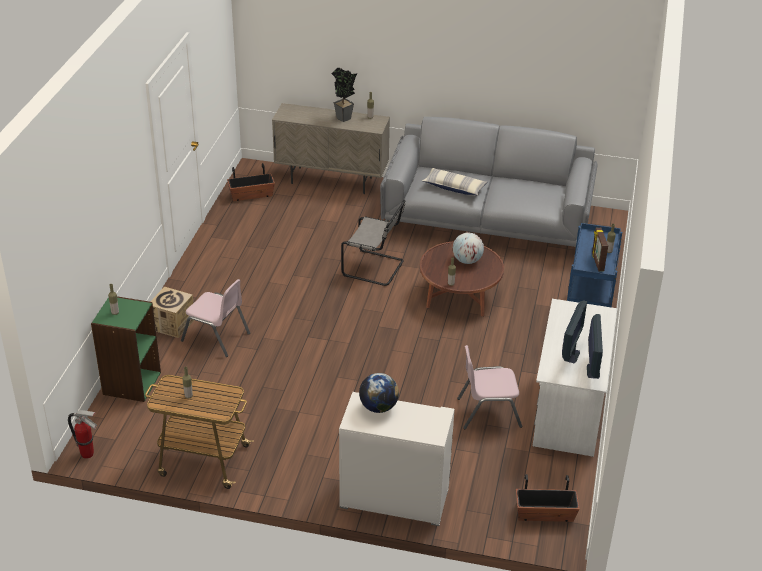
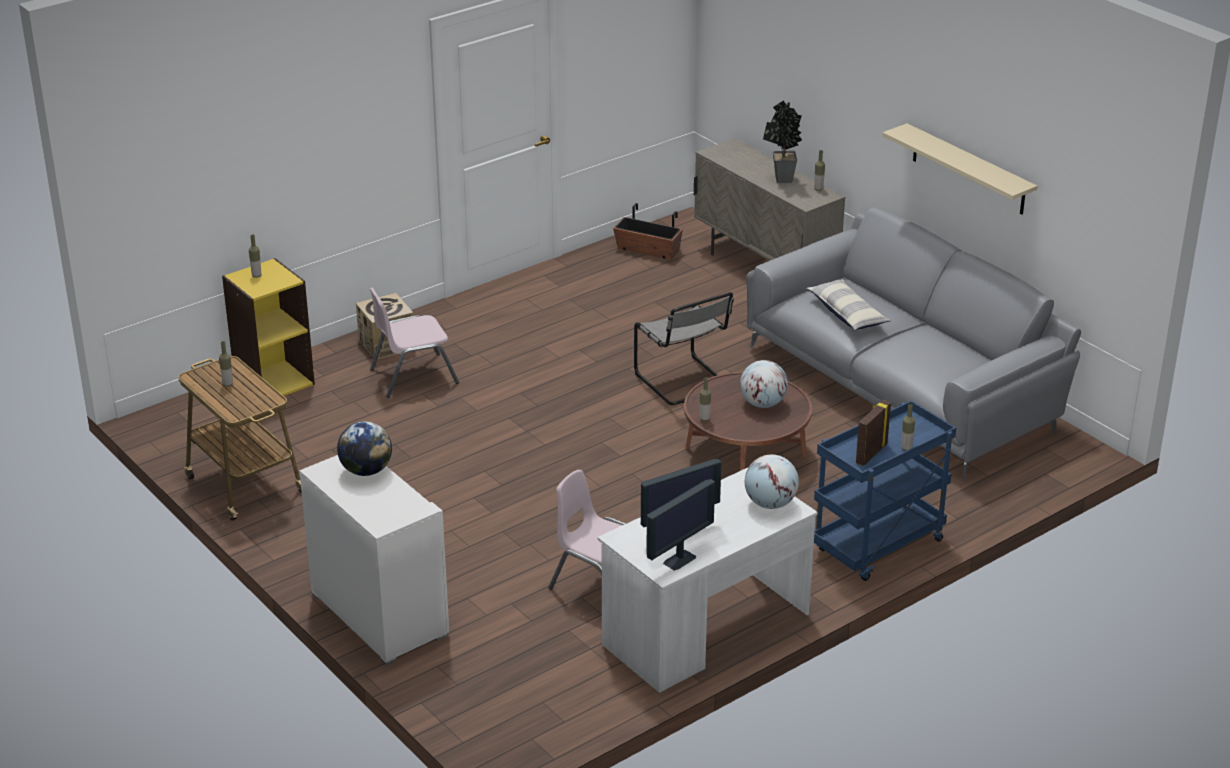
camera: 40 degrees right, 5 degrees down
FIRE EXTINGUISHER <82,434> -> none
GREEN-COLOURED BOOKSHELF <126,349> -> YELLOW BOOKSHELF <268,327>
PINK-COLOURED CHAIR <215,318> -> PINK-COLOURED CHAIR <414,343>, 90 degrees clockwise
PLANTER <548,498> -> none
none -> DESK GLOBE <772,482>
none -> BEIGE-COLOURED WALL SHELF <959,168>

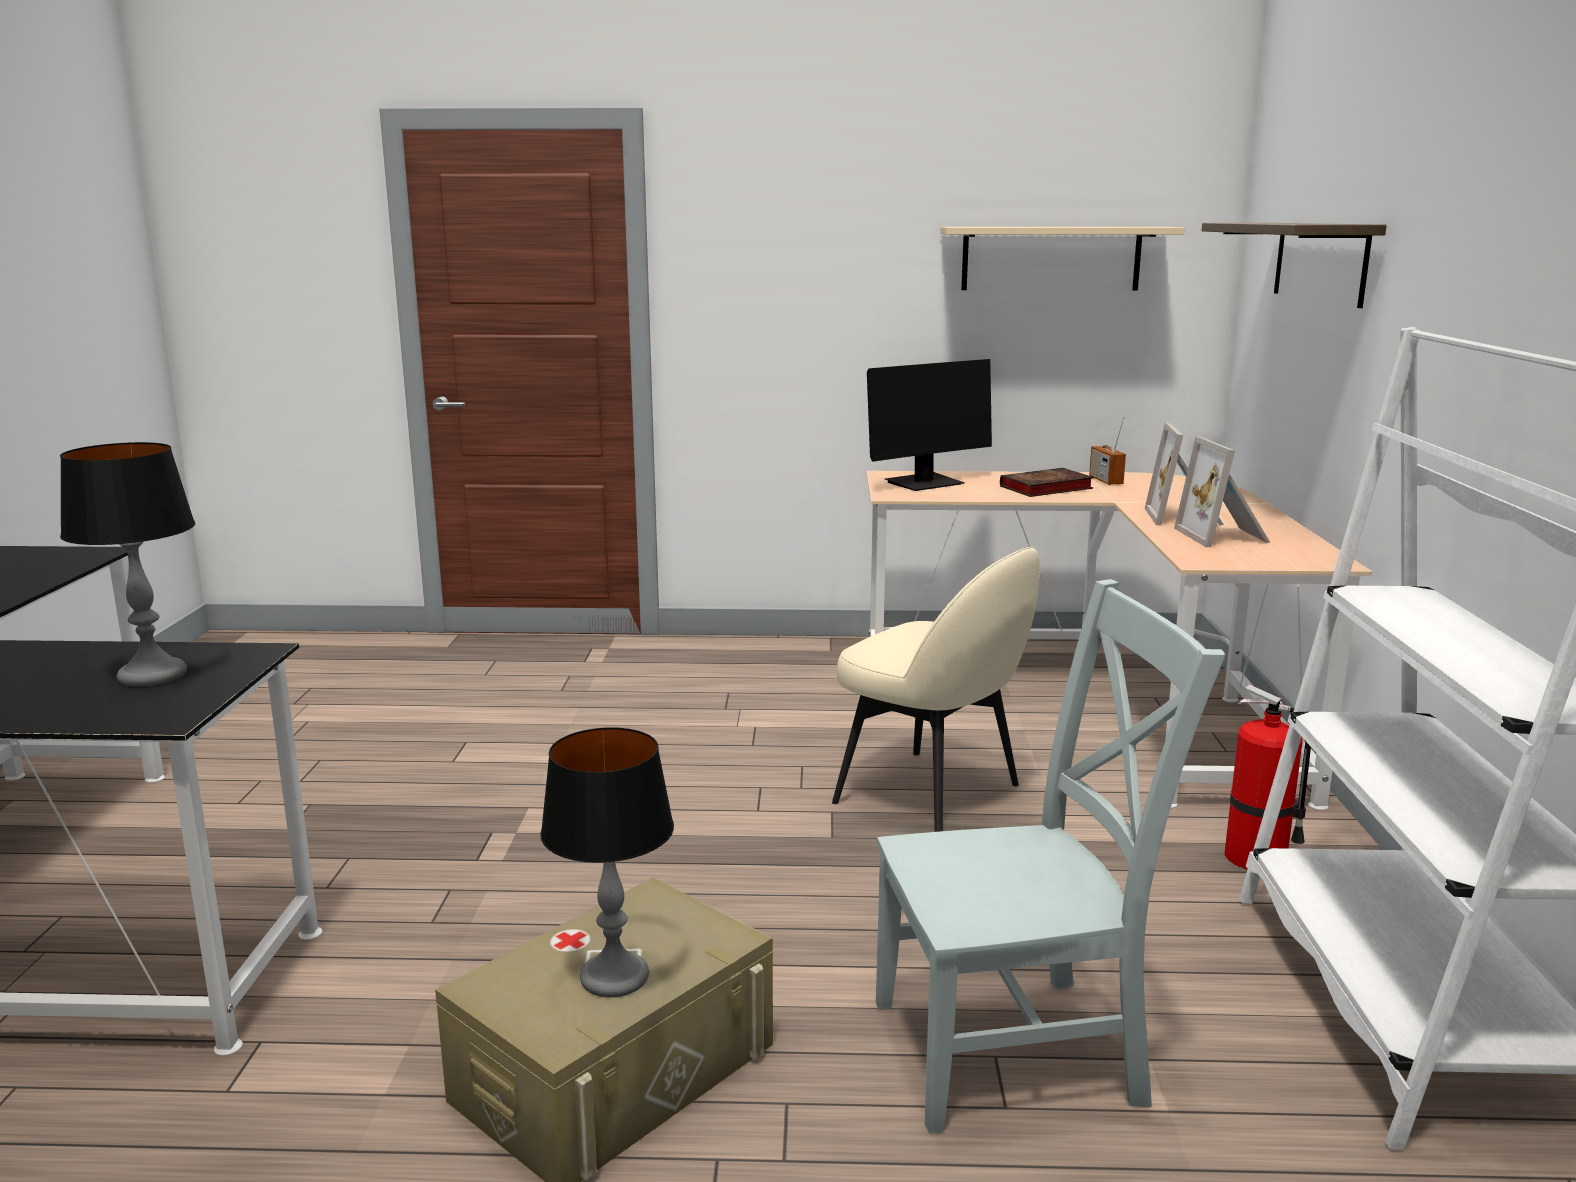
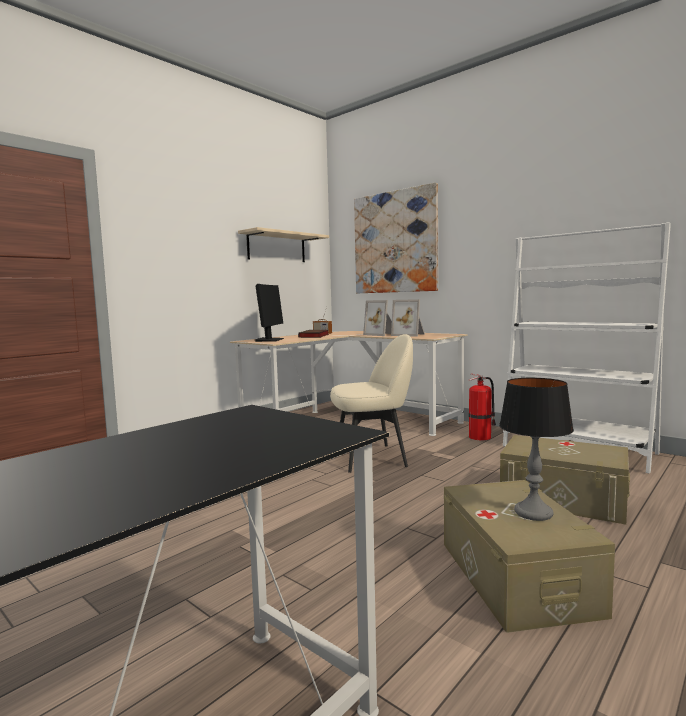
camera: 50 degrees left, 10 degrees down
LAMP FOR A TABLE <127,564> -> none
GRAY CHAIR <1051,856> -> BEIGE-COLOURED STORAGE BIN <565,480>
WALL SHELF <1294,265> -> WALL ART <396,238>

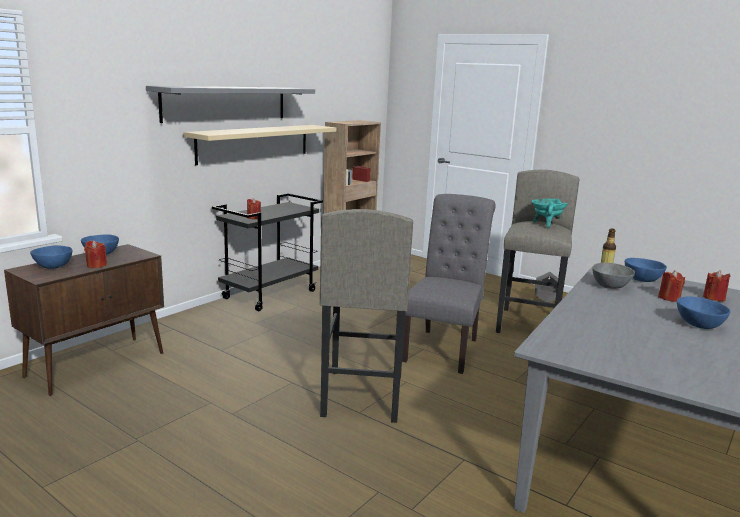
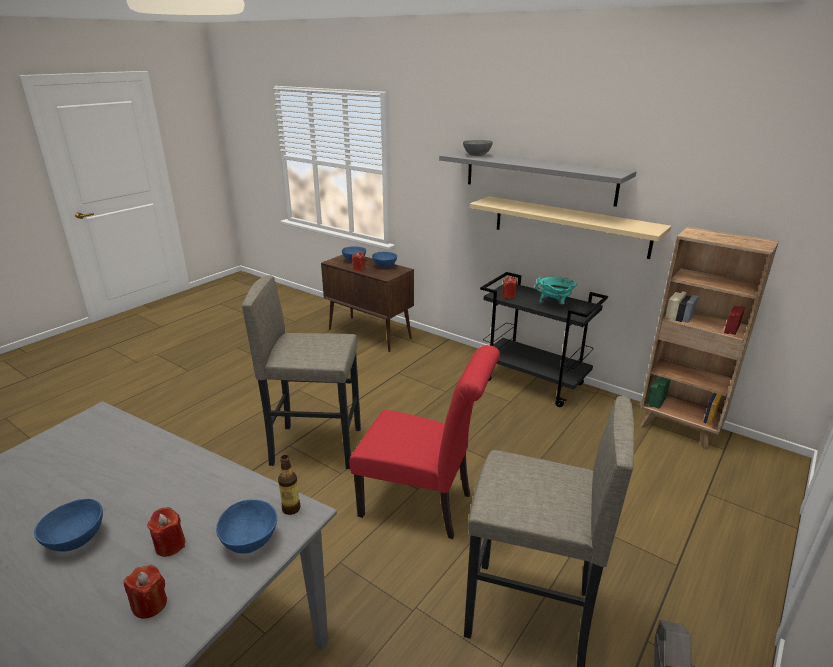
camera: 90 degrees right, 10 degrees up
GRAY CHAIR <448,284> -> RED CHAIR <424,442>
TURQUOISE STOCKPOT <550,214> -> TURQUOISE STOCKPOT <556,290>, move
GRAY SERVING BOWL <613,276> -> GRAY SERVING BOWL <478,148>, move

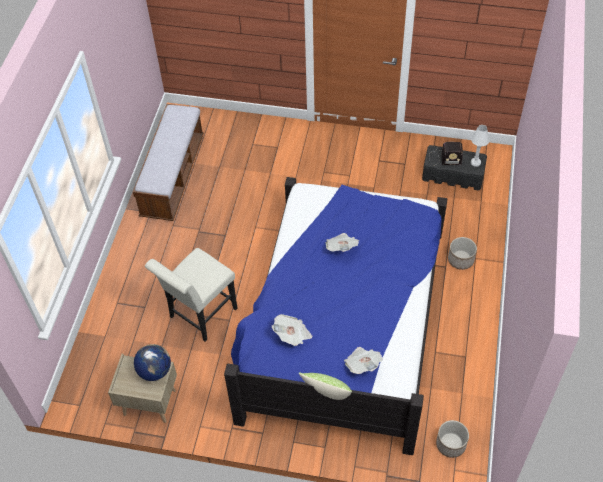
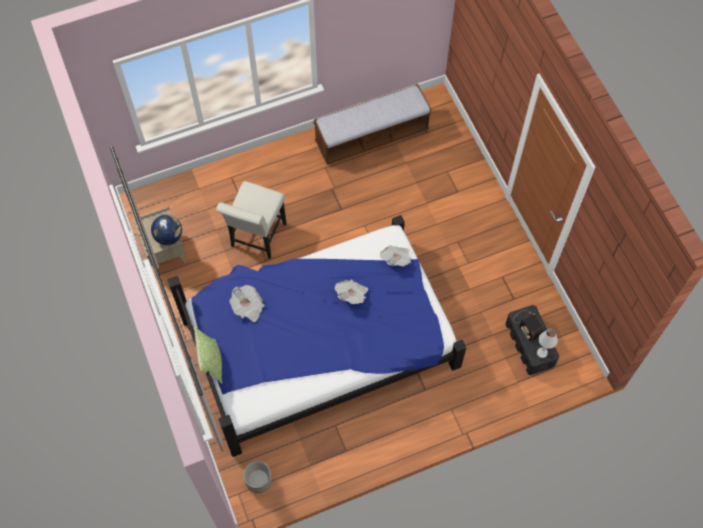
camera: 55 degrees right, 10 degrees up
WHITISH CHAIR <191,295> -> WHITISH CHAIR <251,220>, 75 degrees counterclockwise
NEWSPAPER <363,360> -> NEWSPAPER <395,256>, move
PLANTER <462,253> -> none

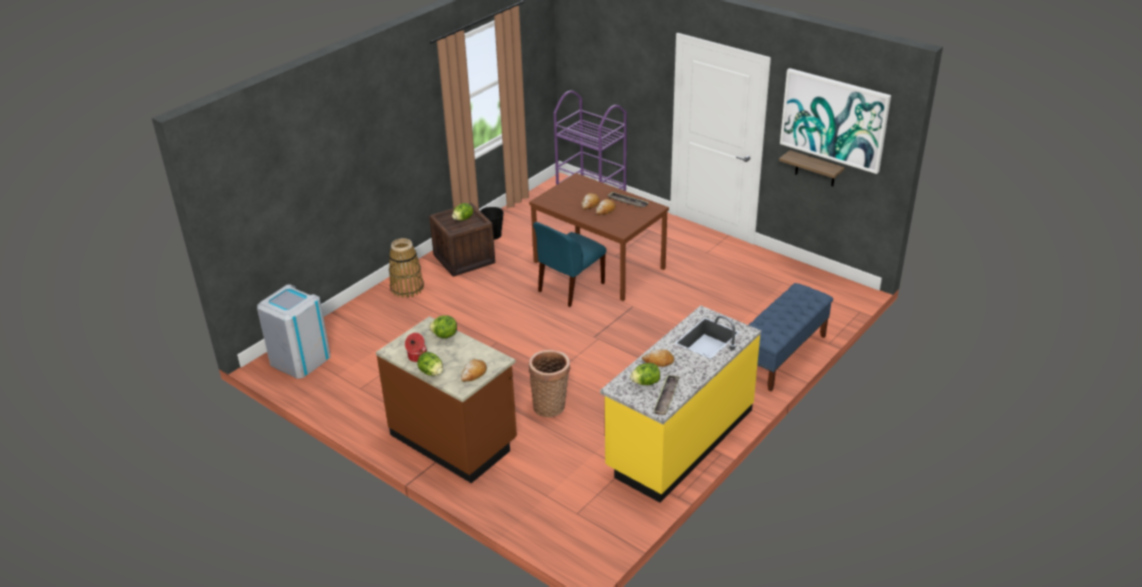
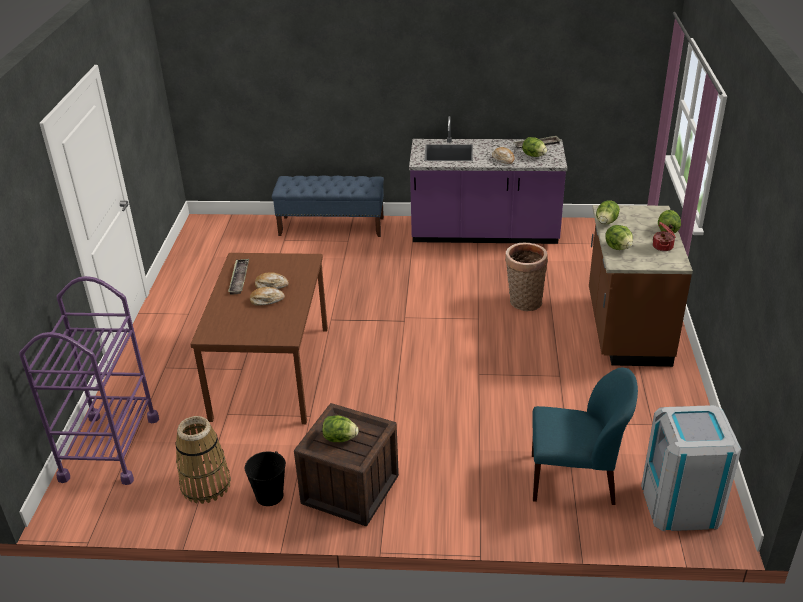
camera: 125 degrees left, 0 degrees up
HOUSEHOLD BASKET <406,268> -> HOUSEHOLD BASKET <203,460>, move
BAKERY BREAD <474,370> -> none
BLUE CHAIR <569,264> -> BLUE CHAIR <585,436>, move
YELLOW KITCHEN COUNTER <680,404> -> PURPLE KITCHEN COUNTER <488,180>
WALL SHELF <812,168> -> none
WALL ART <835,121> -> none
none -> LETTUCE HEAD <608,212>

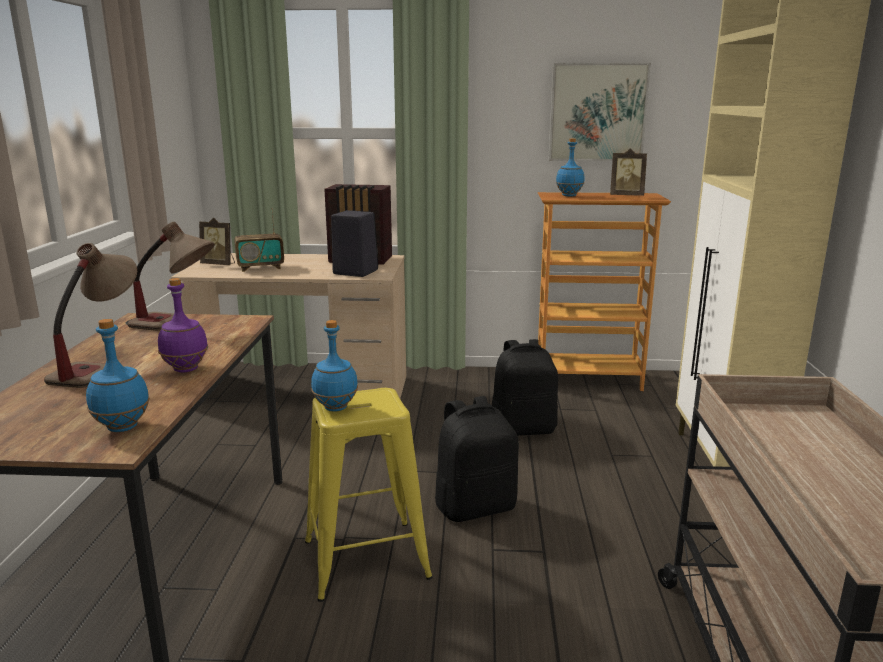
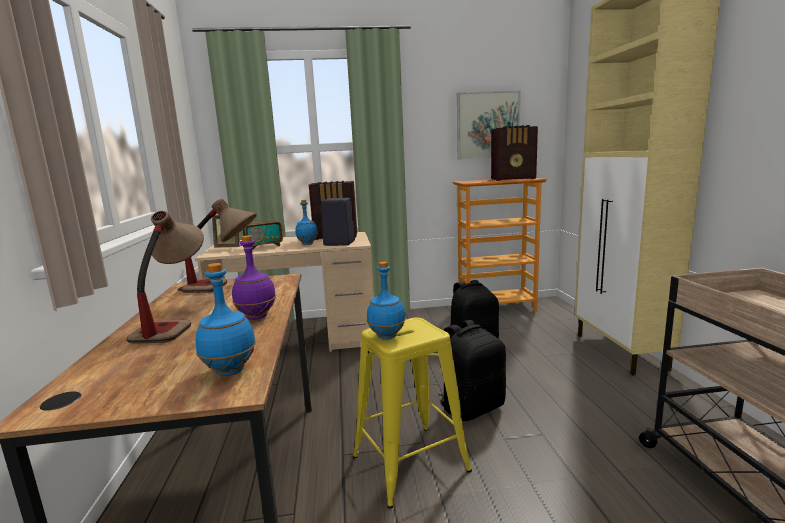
camera: 10 degrees left, 5 degrees down
BLUE BOTTLE <570,167> -> BLUE BOTTLE <306,222>, move
STANDING FRAME <628,172> -> RADIO SET <514,153>

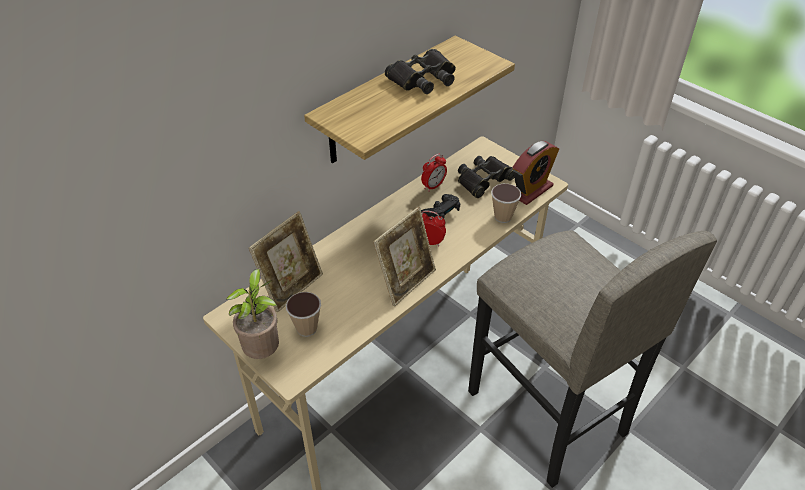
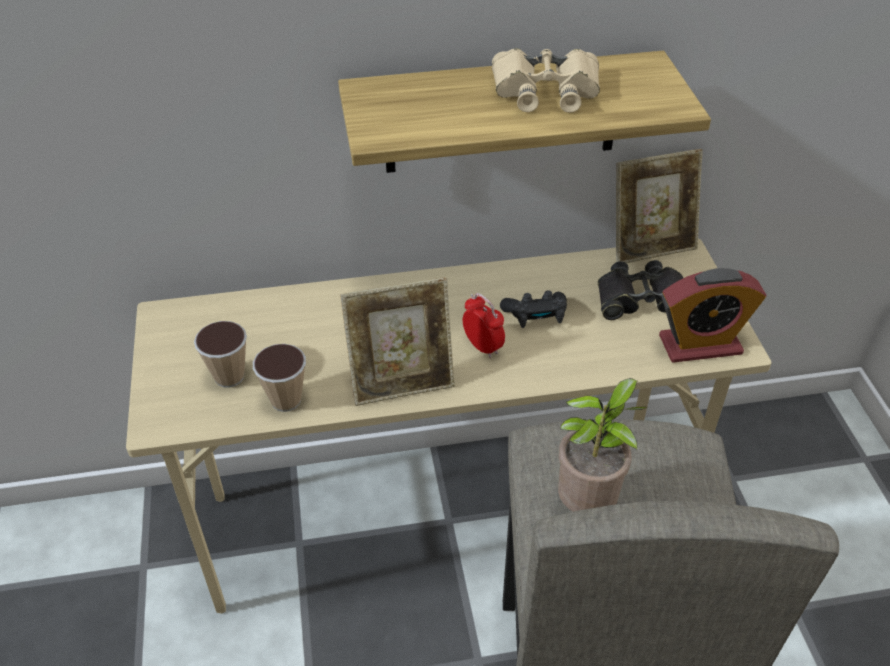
camera: 35 degrees right, 0 degrees up
POTTED PLANT <252,314> -> POTTED PLANT <602,445>, move
STANDING FRAME <286,261> -> STANDING FRAME <659,206>, move
BLACK-COLOURED PAIR OF BINOCULARS <420,71> -> BEIGE-COLOURED PAIR OF BINOCULARS <546,80>
ALARM CLOCK <434,173> -> none
SMALL CUP <506,203> -> SMALL CUP <279,378>, move

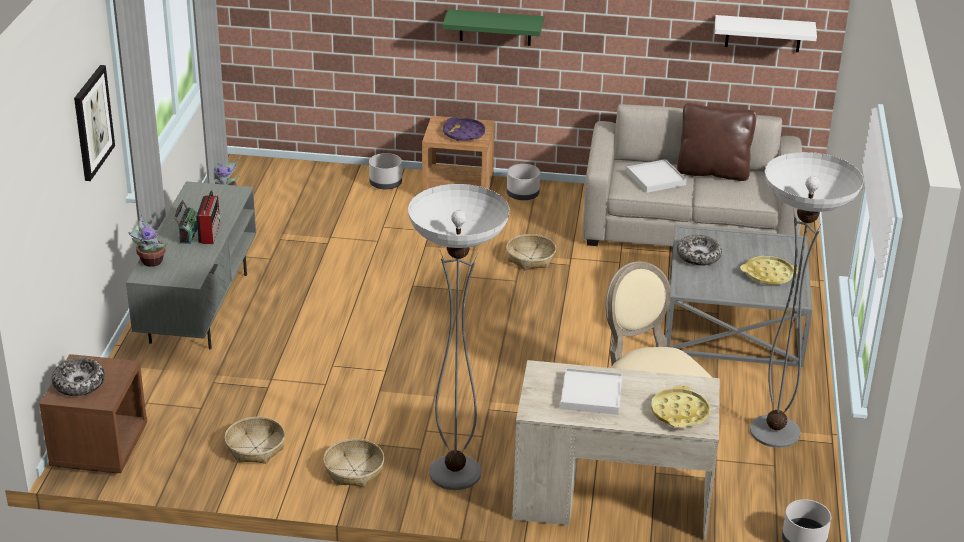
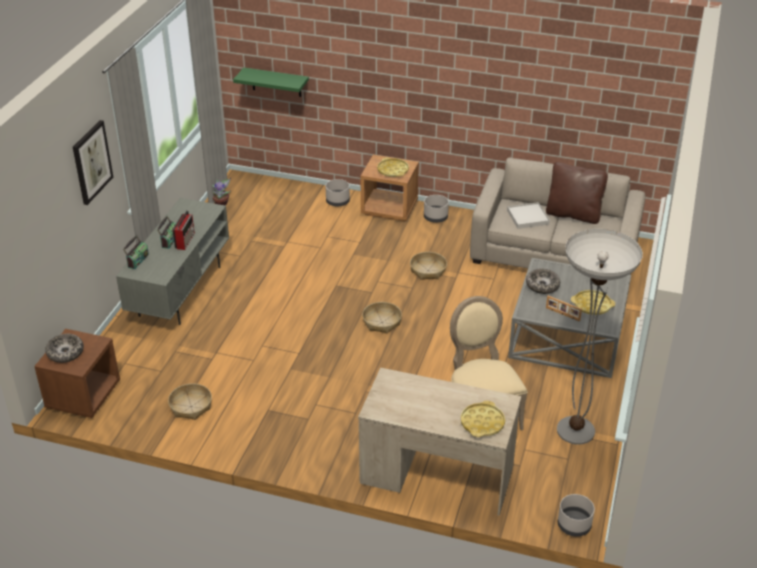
camera: 10 degrees right, 5 degrees up
POTTED PLANT <148,240> -> RADIO SET <136,252>
HOUSEHOLD BASKET <353,463> -> HOUSEHOLD BASKET <382,318>, move
FLOOR LAMP <459,337> -> none
GREEN-COLOURED WALL SHELF <493,27> -> GREEN-COLOURED WALL SHELF <271,82>, move
PURPLE CARRYING TRAY <464,129> -> YELLOW CARRYING TRAY <393,167>
WHITISH CARRYING TRAY <591,391> -> none
WHITISH WALL SHELF <766,33> -> none
none -> STANDING FRAME <564,309>

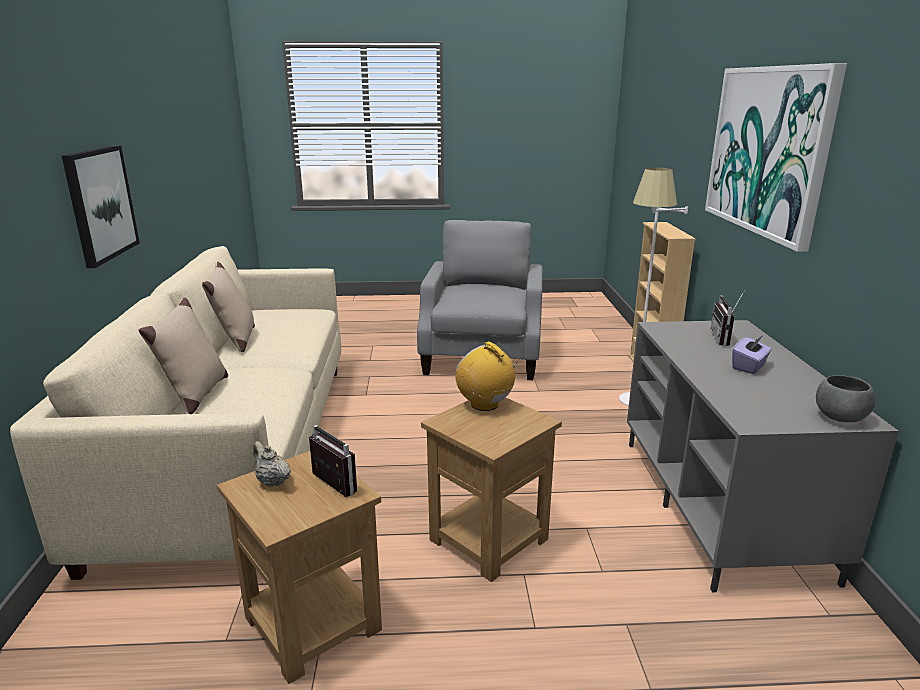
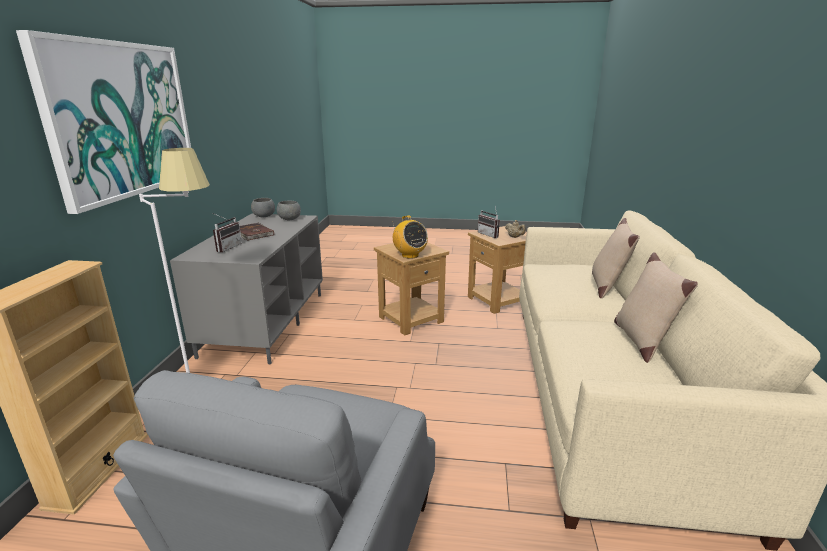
camera: 170 degrees left, 0 degrees up
WALL ART <101,206> -> none
PURPLE TISSUE BOX <752,354> -> BROWN-COLOURED BOUND BOOK <257,231>
none -> GRAY SERVING BOWL <289,211>

